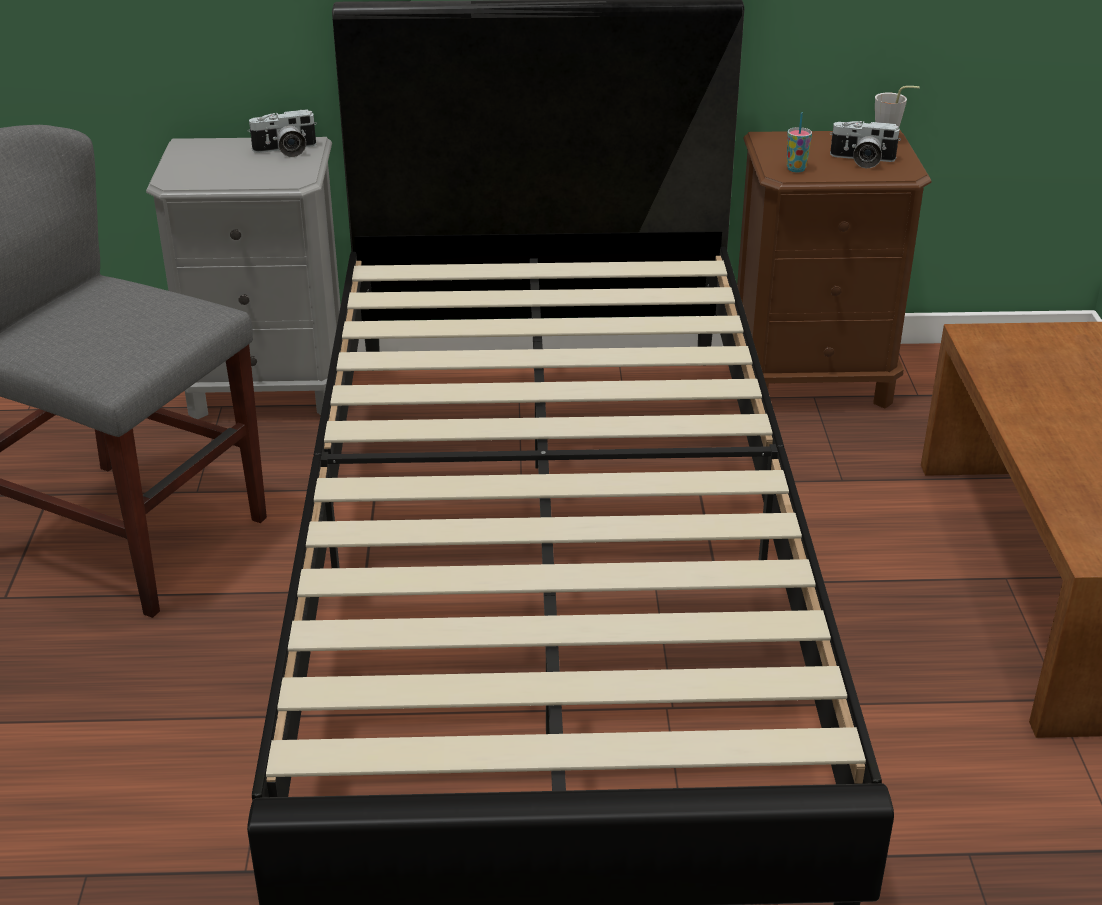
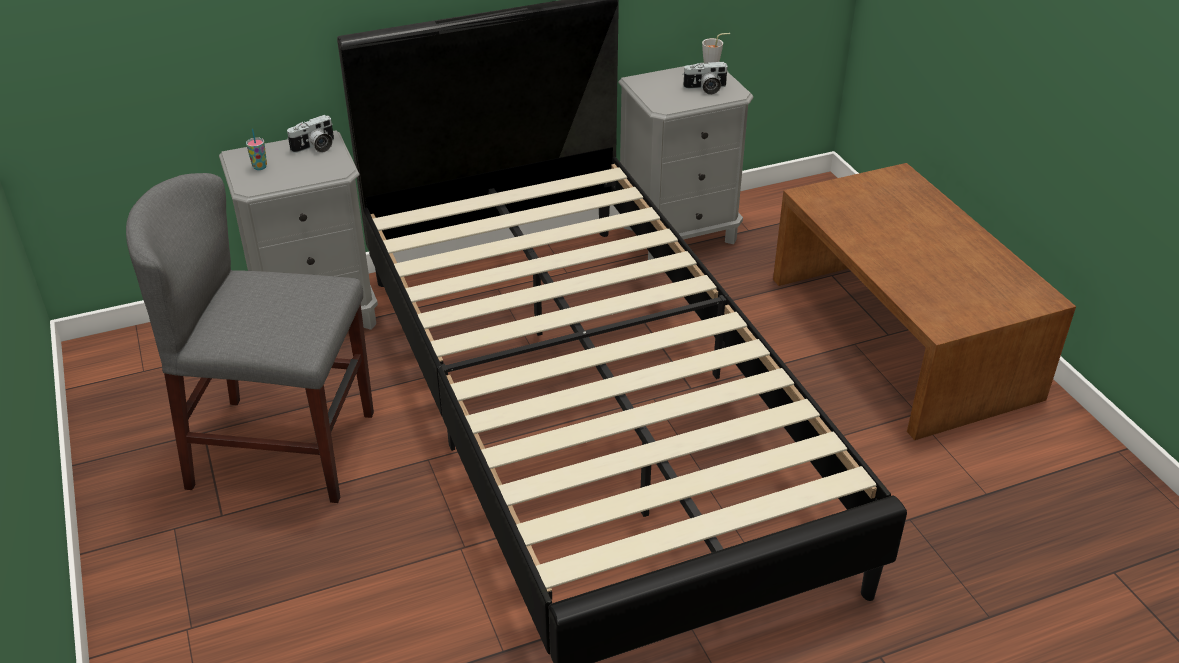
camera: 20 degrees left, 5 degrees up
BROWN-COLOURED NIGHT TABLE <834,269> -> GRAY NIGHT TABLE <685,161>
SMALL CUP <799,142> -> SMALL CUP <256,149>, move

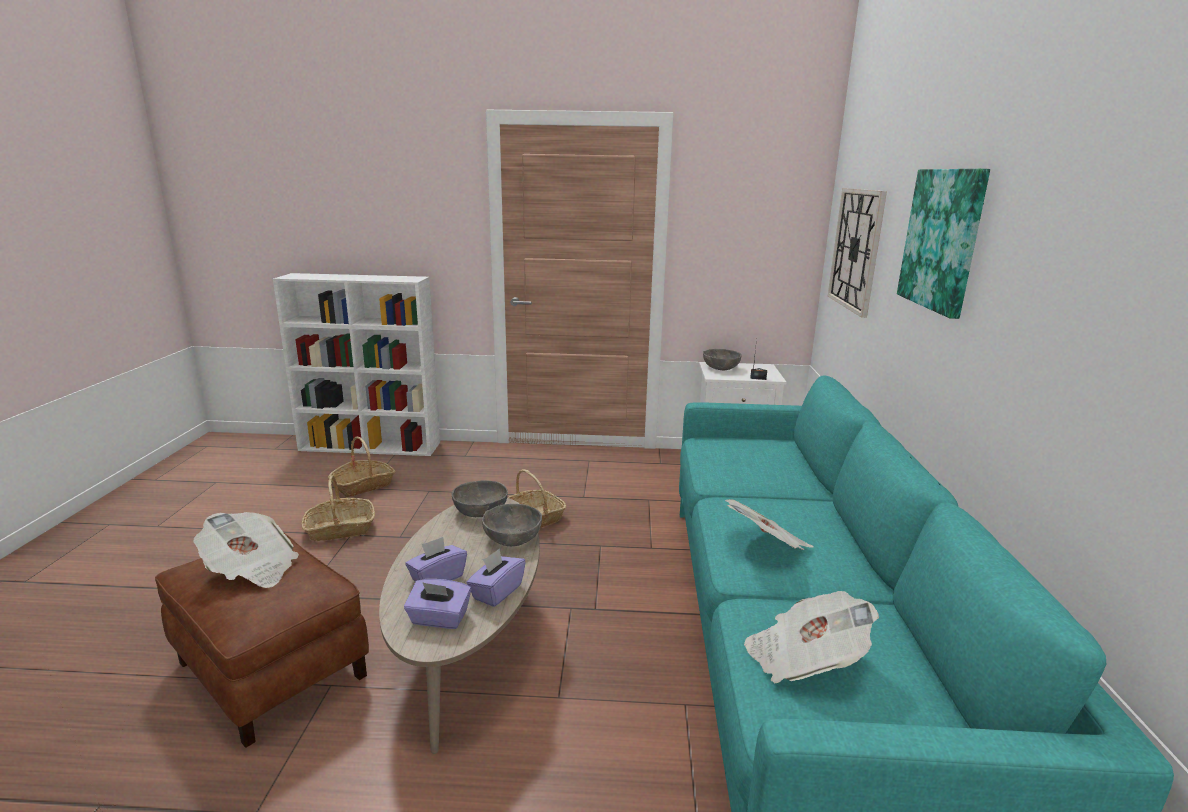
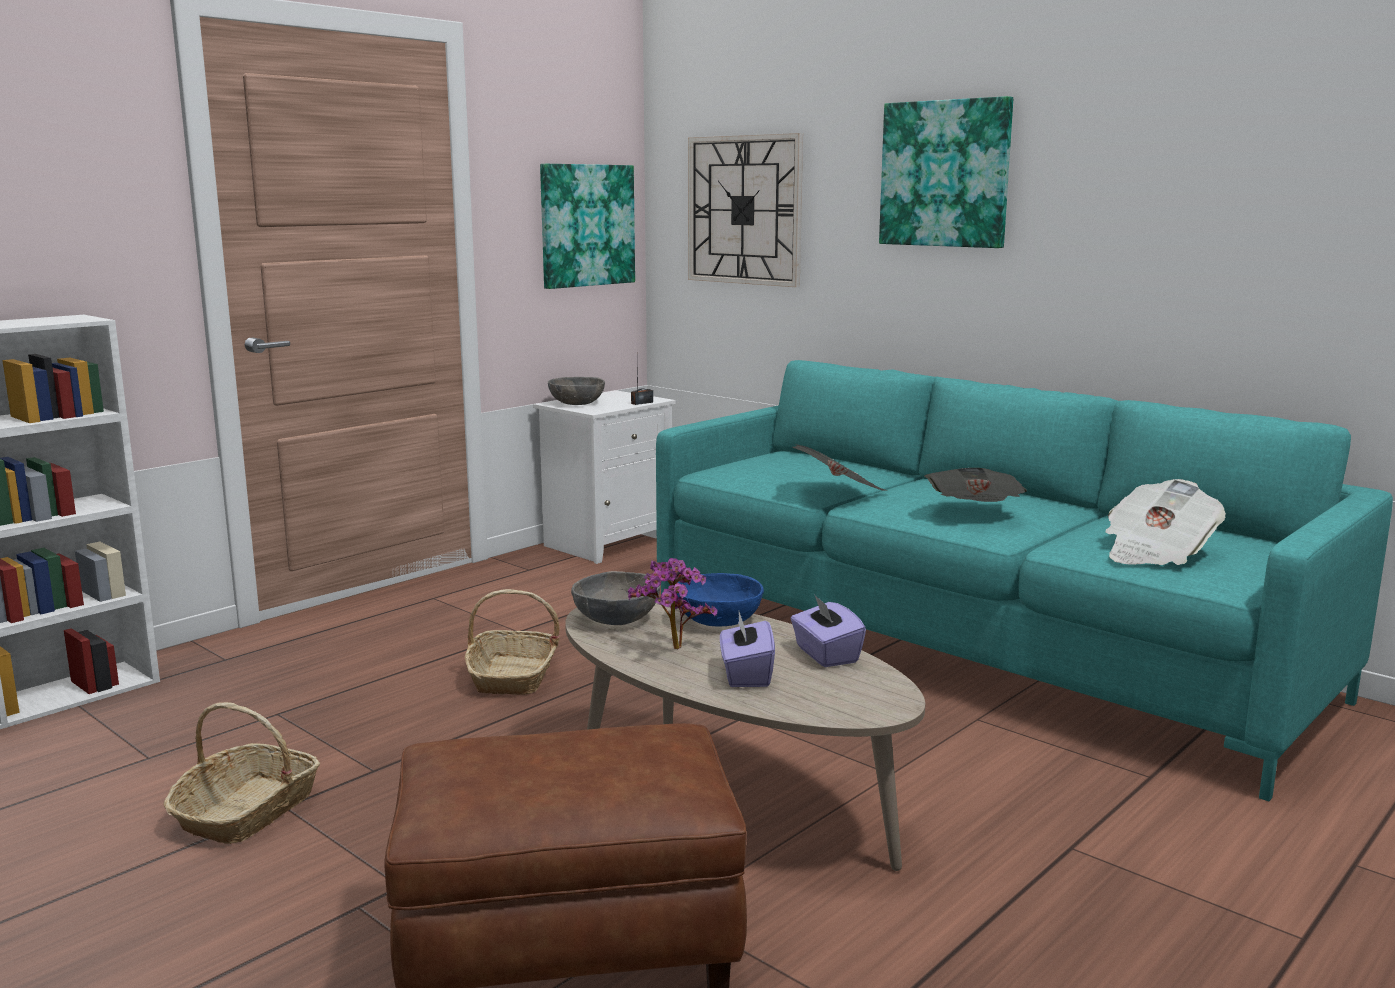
camera: 50 degrees left, 5 degrees down
NEWSPAPER <246,550> -> NEWSPAPER <841,468>, move
HOUSEHOLD BASKET <362,467> -> none
PURPLE TISSUE BOX <437,604> -> none
GRAY SERVING BOWL <512,525> -> BLUE SERVING BOWL <720,600>
none -> WALL ART <587,226>
none -> POTTED PLANT <672,603>

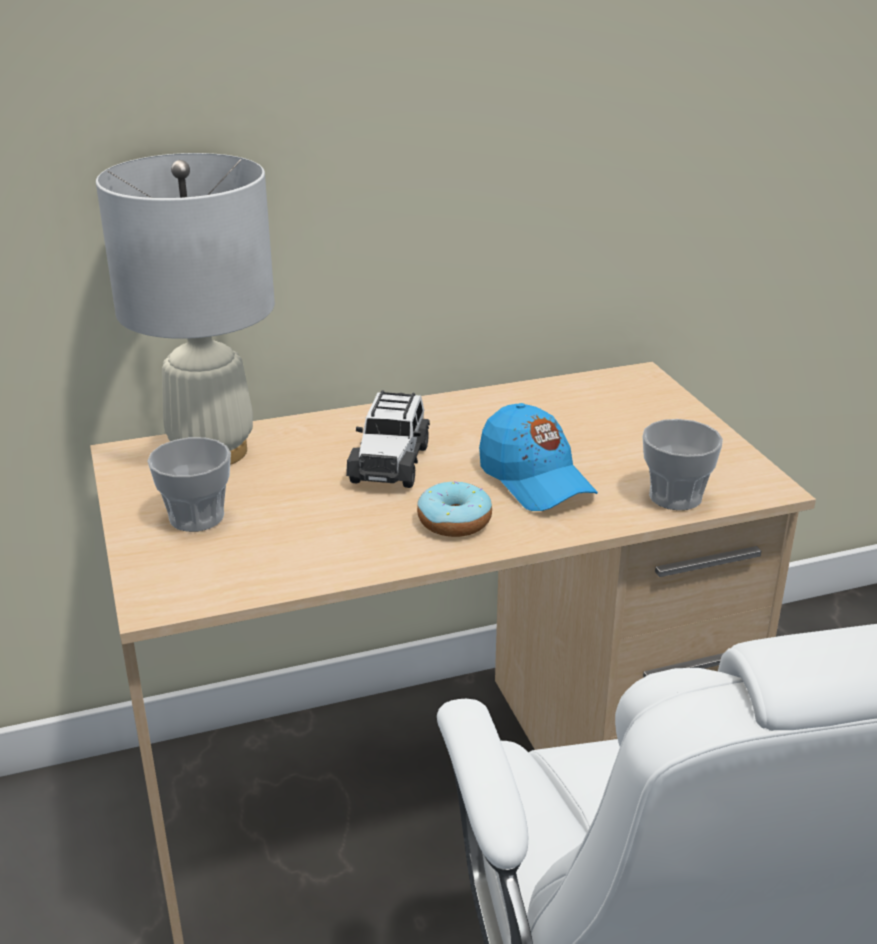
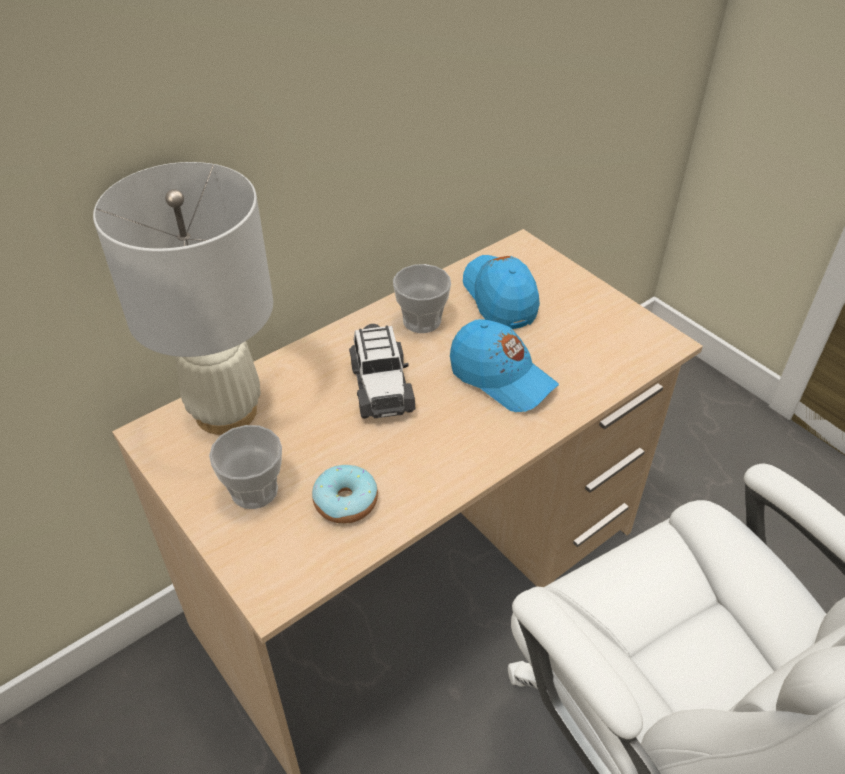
camera: 20 degrees left, 15 degrees up
RING DOUGHNUT <454,509> -> RING DOUGHNUT <345,494>, move
SMALL CUP <683,464> -> SMALL CUP <422,298>, move
none -> BLUE PEAKED CAP <501,292>

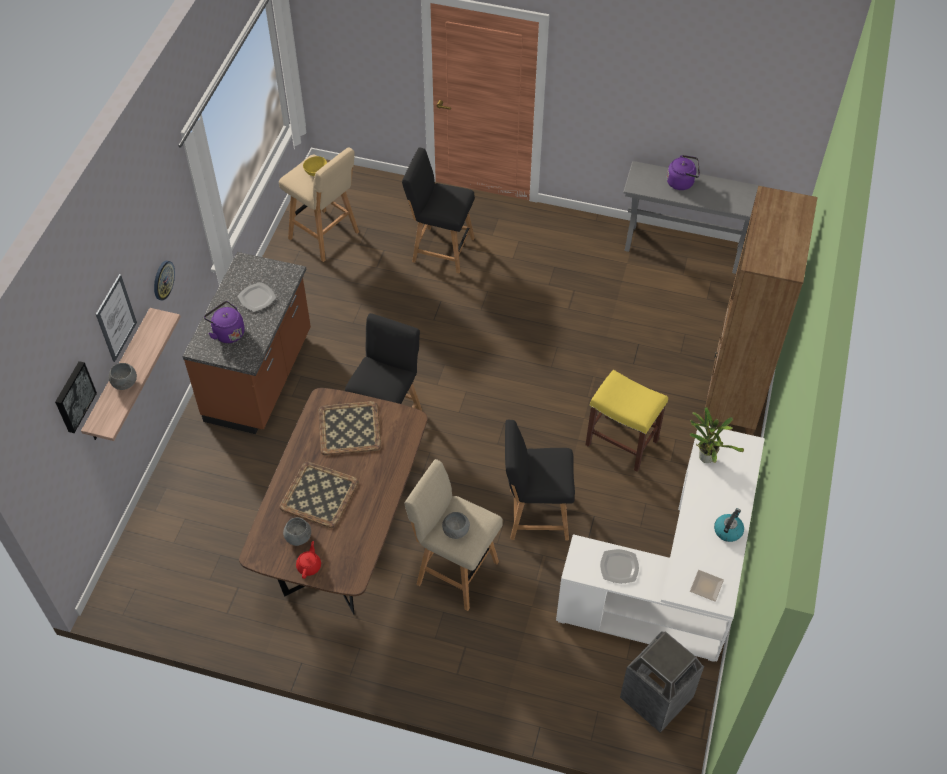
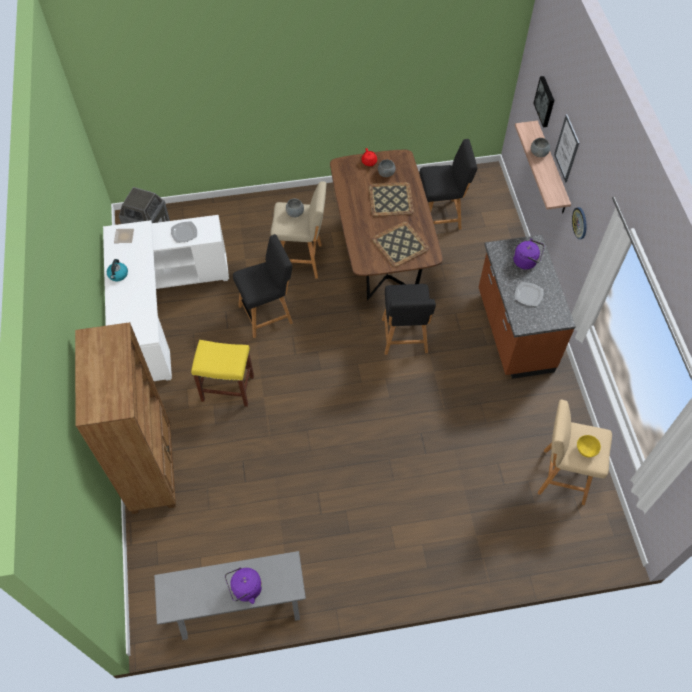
camera: 155 degrees right, 5 degrees up
BLACK-COLOURED CHAIR <438,210> -> BLACK-COLOURED CHAIR <448,184>, move
POTTED PLANT <717,435> -> none

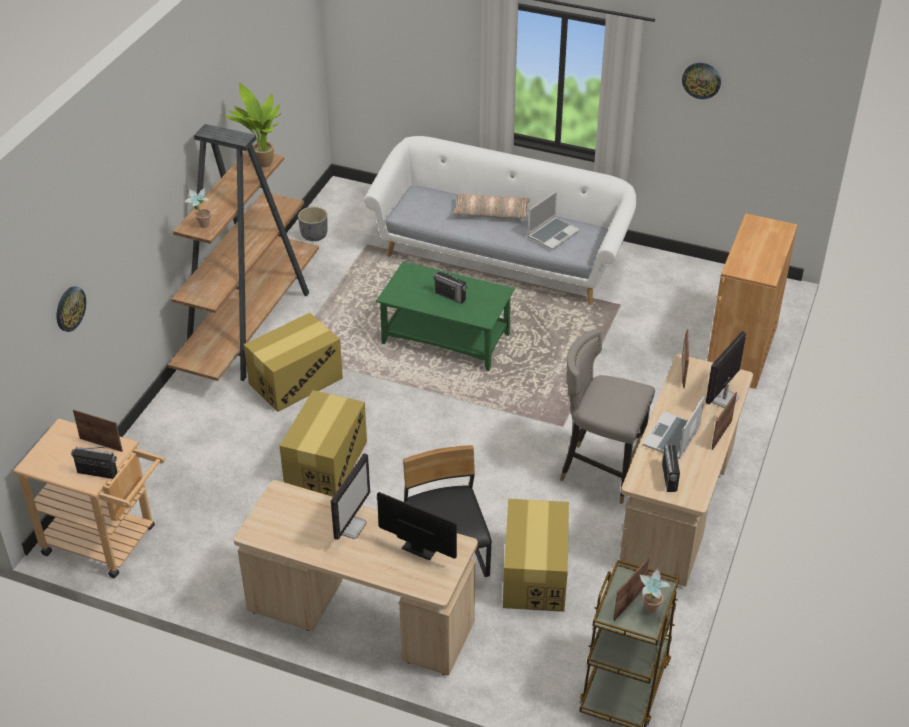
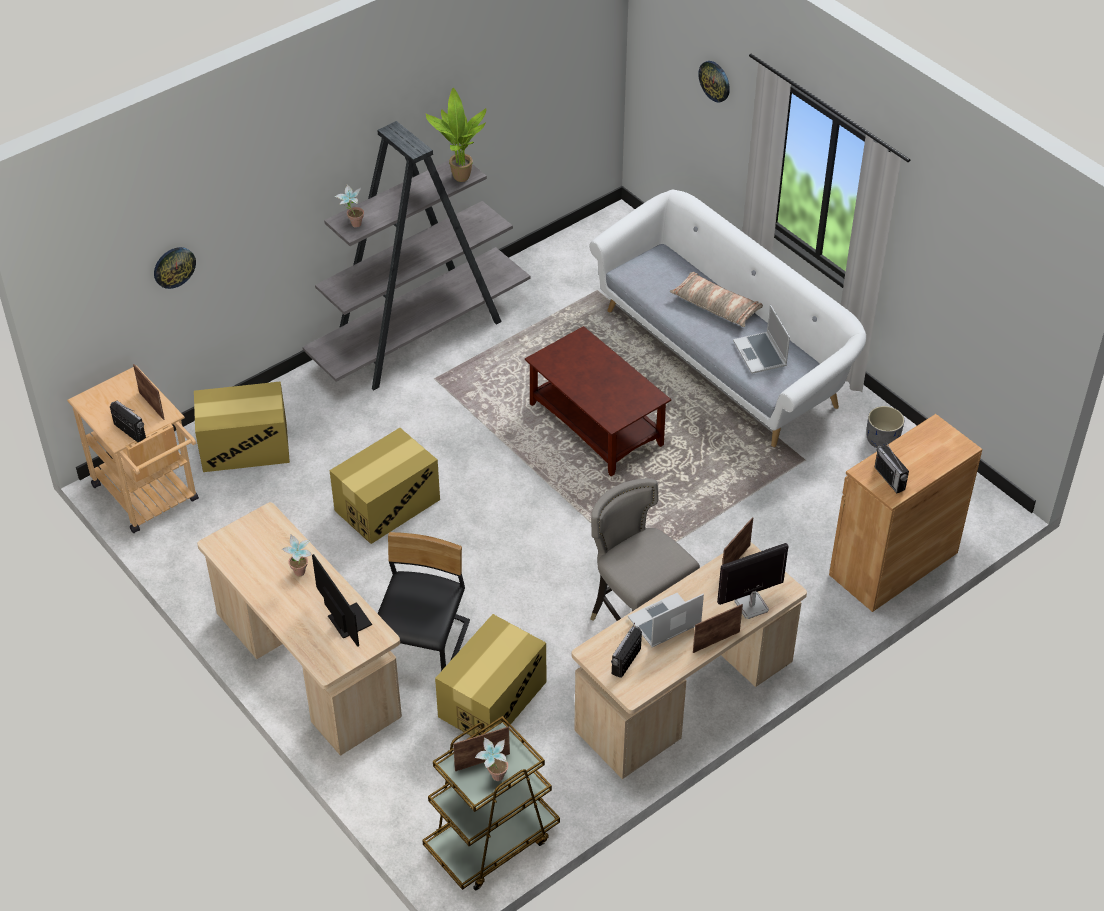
camera: 30 degrees right, 5 degrees up
BROWN-COLOURED BOOKSHELF <243,252> -> GRAY BOOKSHELF <416,255>
CARDBOARD BOX <293,362> -> CARDBOARD BOX <242,426>, move
GRAY PLANTER <313,224> -> GRAY PLANTER <885,427>, move
COMPUTER DISPLAY <350,496> -> POTTED PLANT <297,555>
GREEN-COLOURED LOUNGE TABLE <445,316> -> BROWN-COLOURED LOUNGE TABLE <598,401>
RADIO SET <450,285> -> RADIO SET <892,467>, move
LAPTOP <553,220> -> LAPTOP <761,339>, 90 degrees clockwise
WALL CLOCK <701,81> -> WALL CLOCK <714,82>, move

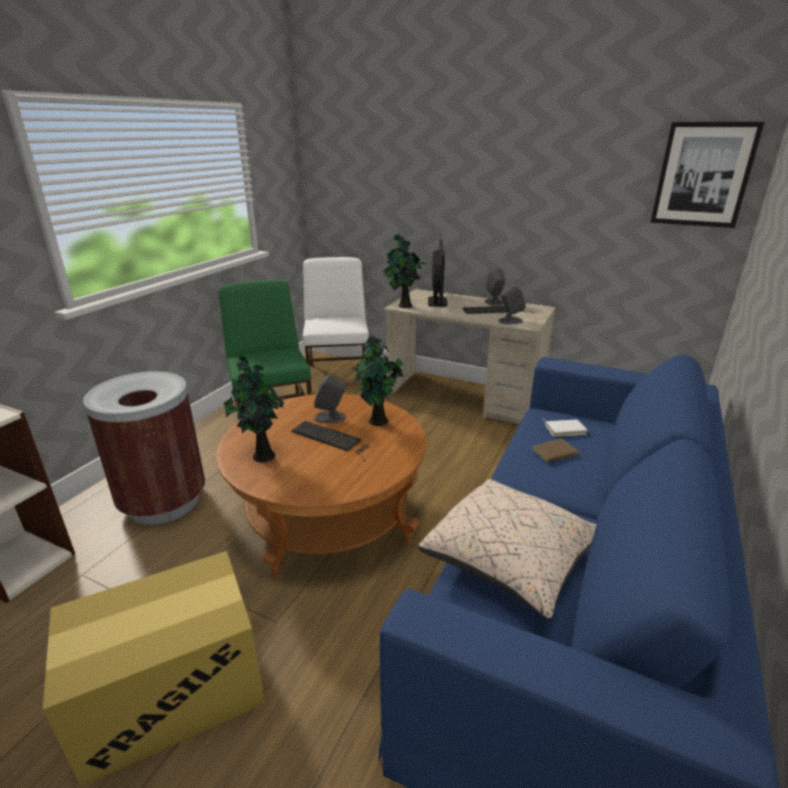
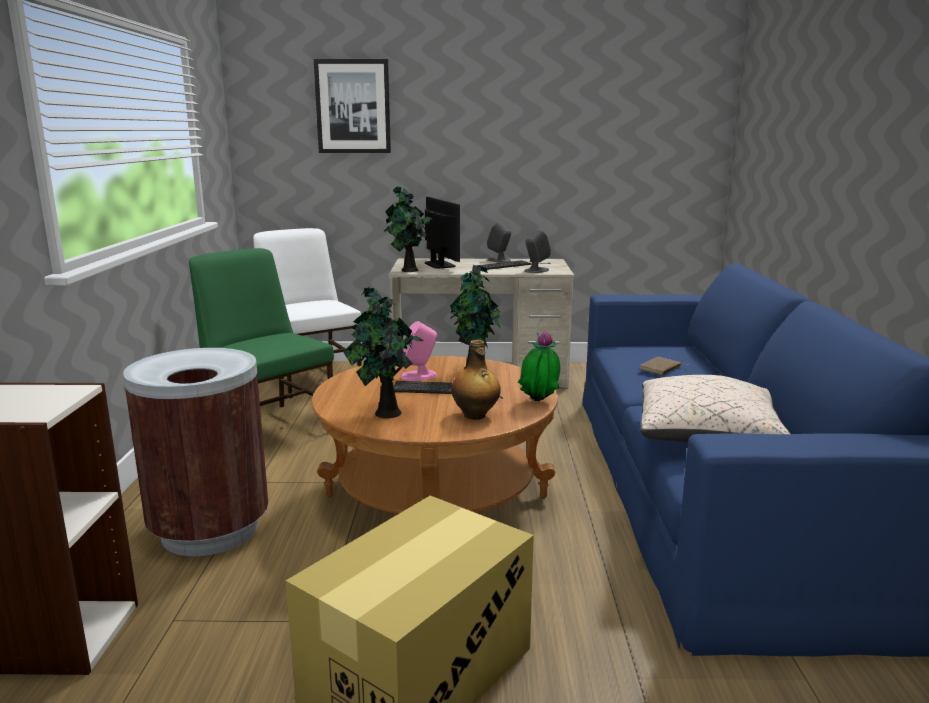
camera: 25 degrees left, 10 degrees down
GRAY SPEAKER <330,398> -> PINK-COLOURED SPEAKER <418,351>
WHITISH BOUND BOOK <565,427> -> none
WALL ART <708,175> -> WALL ART <352,106>, move
none -> BOTTLE <476,380>
none -> POTTED PLANT <539,366>

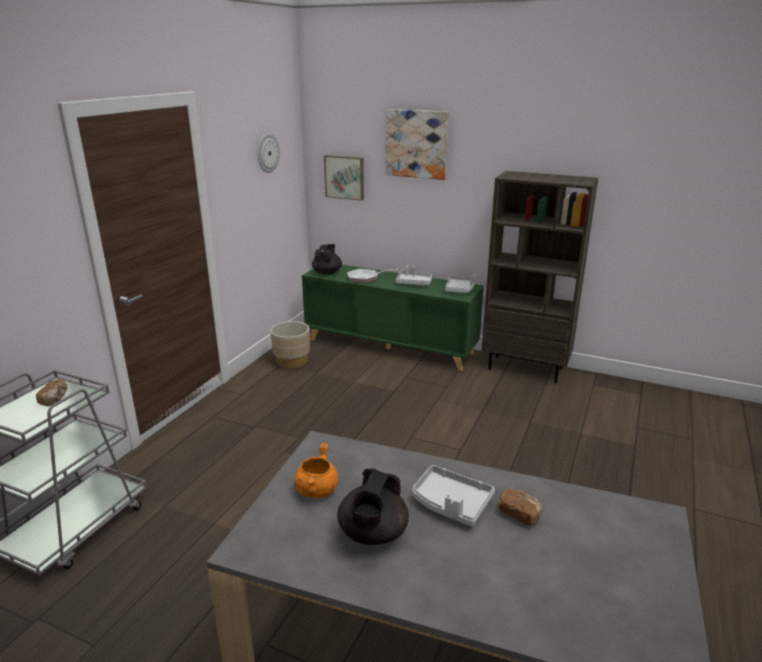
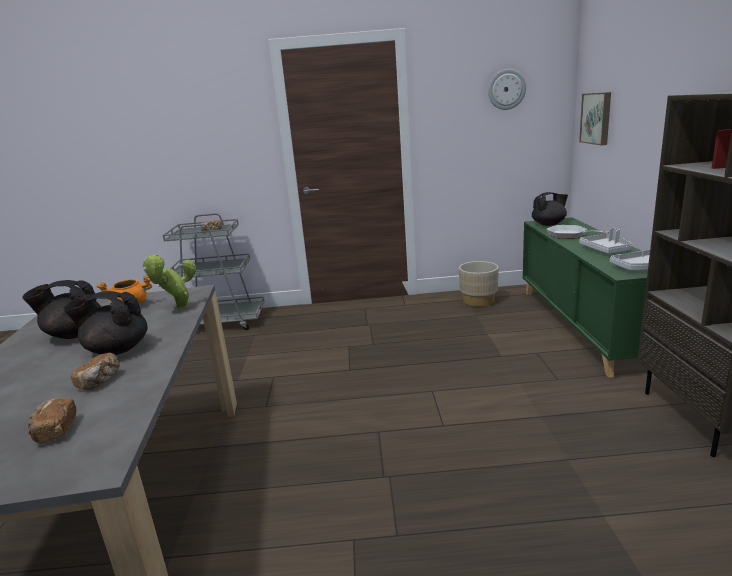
camera: 65 degrees right, 5 degrees down
WALL ART <417,144> -> none
GRAY CARRYING TRAY <453,495> -> BLACK-COLOURED TEAPOT <105,323>
none -> BAKERY BREAD <51,421>
none -> POTTED PLANT <169,282>

